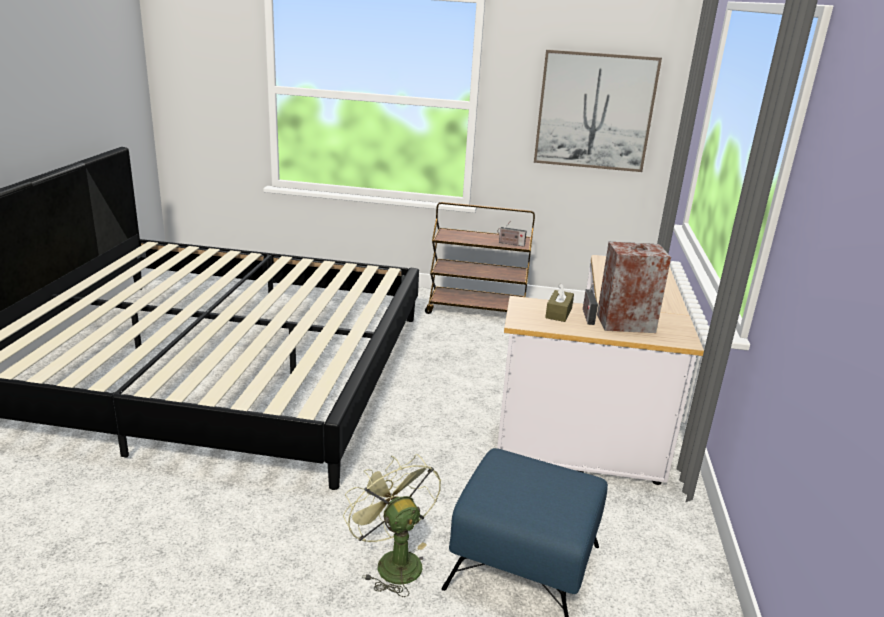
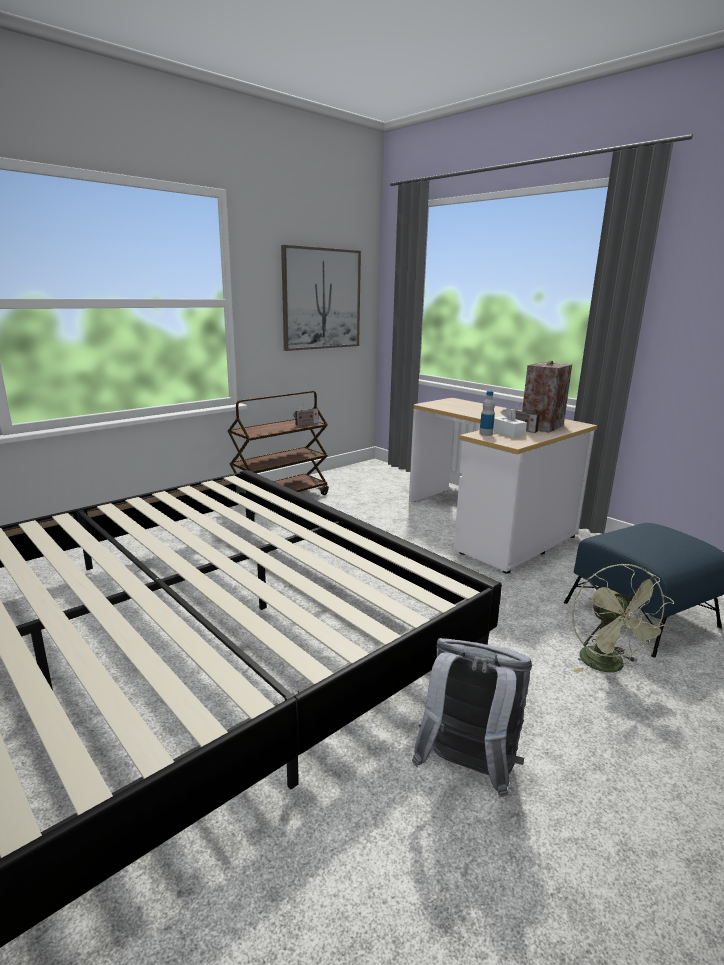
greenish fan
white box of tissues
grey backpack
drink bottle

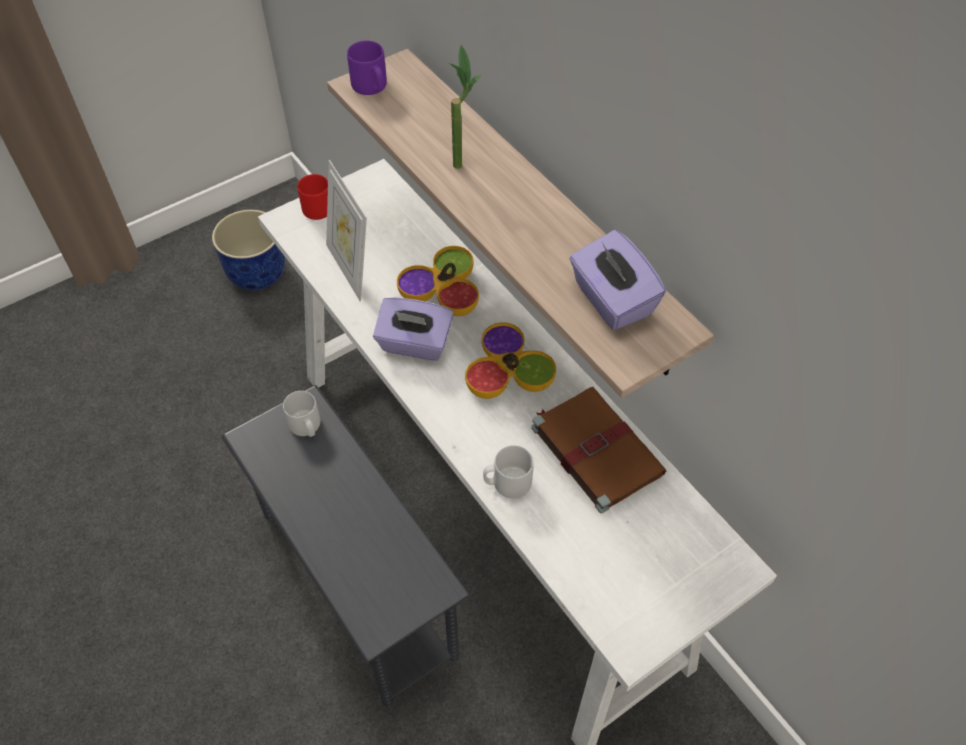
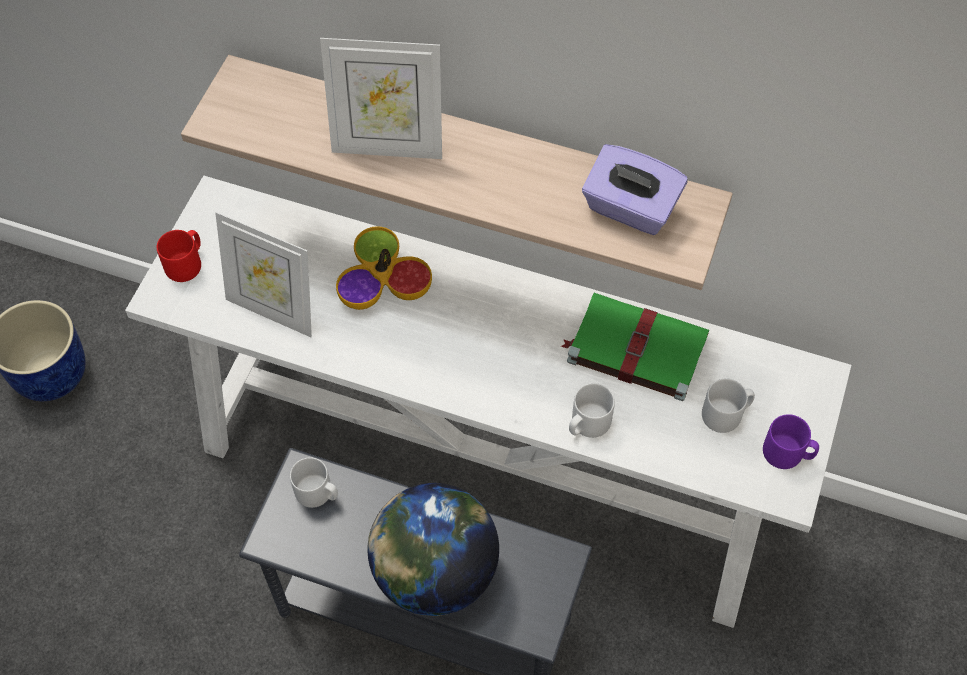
purple tea mug
purple box of tissues (1st from left in the first image)
photo frame (2nd from left)
bowl (2nd from left in the first image)
greenish volume
world globe
grey tea mug (3rd from left)

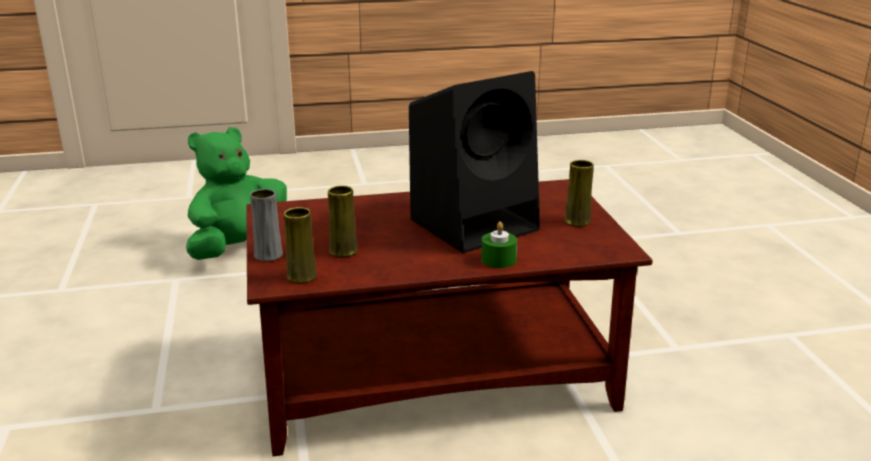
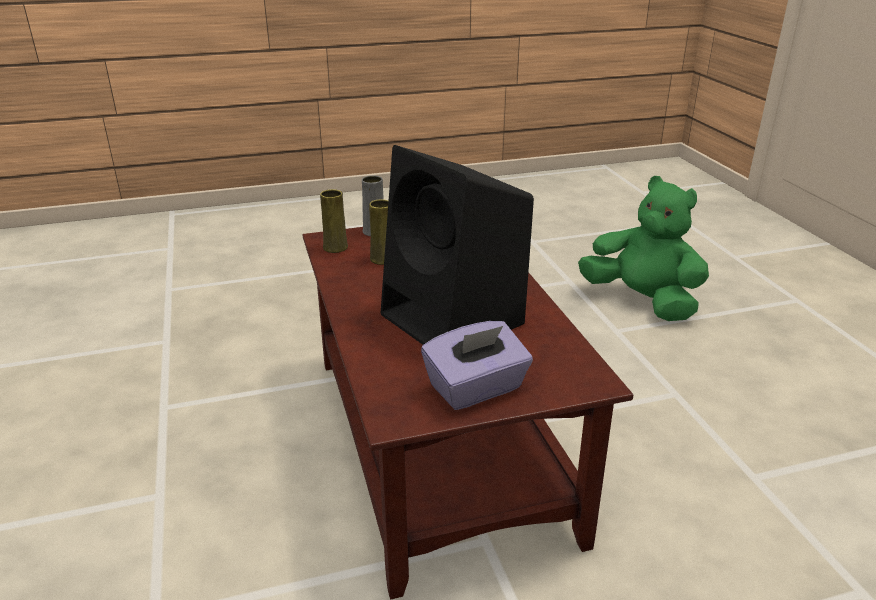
greenish candle
purple box of tissues

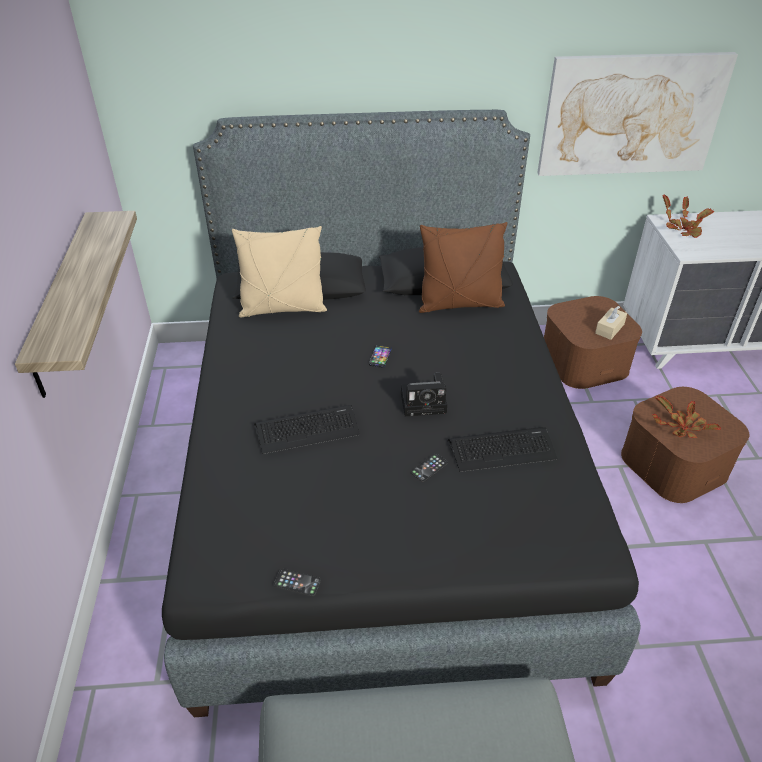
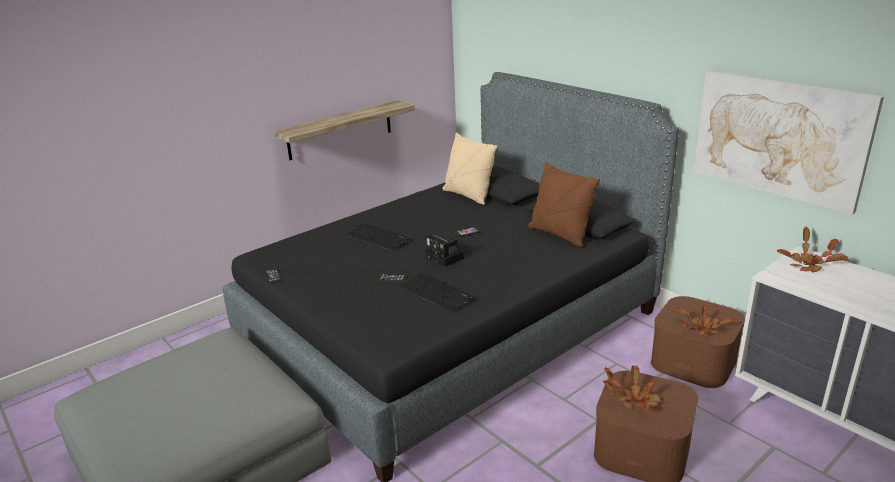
plant in a pot (2nd from left)

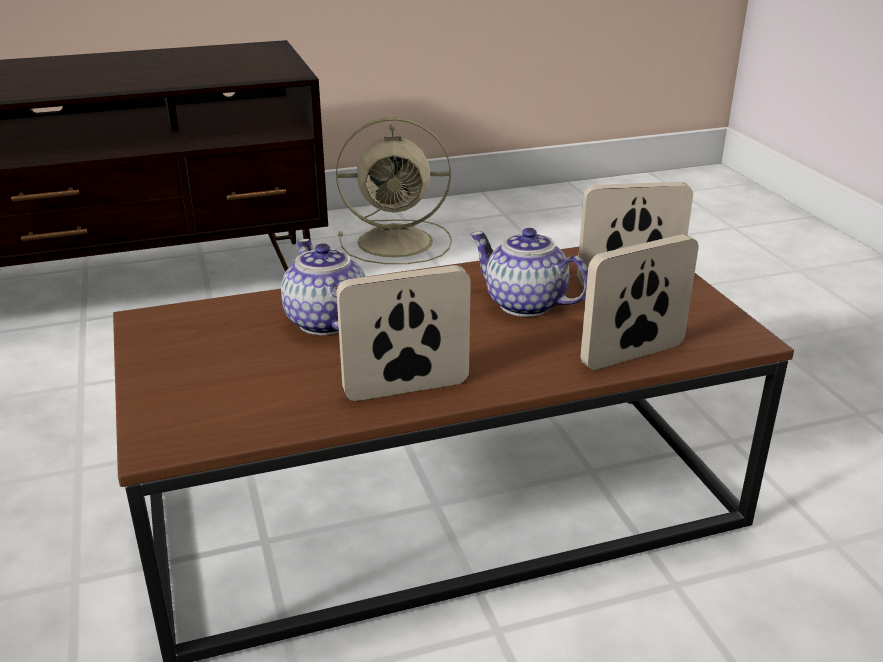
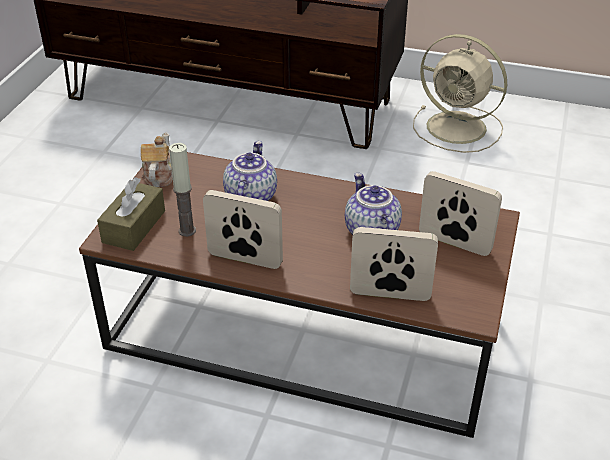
brown box of tissues
pot for tea (1st from left)
candle

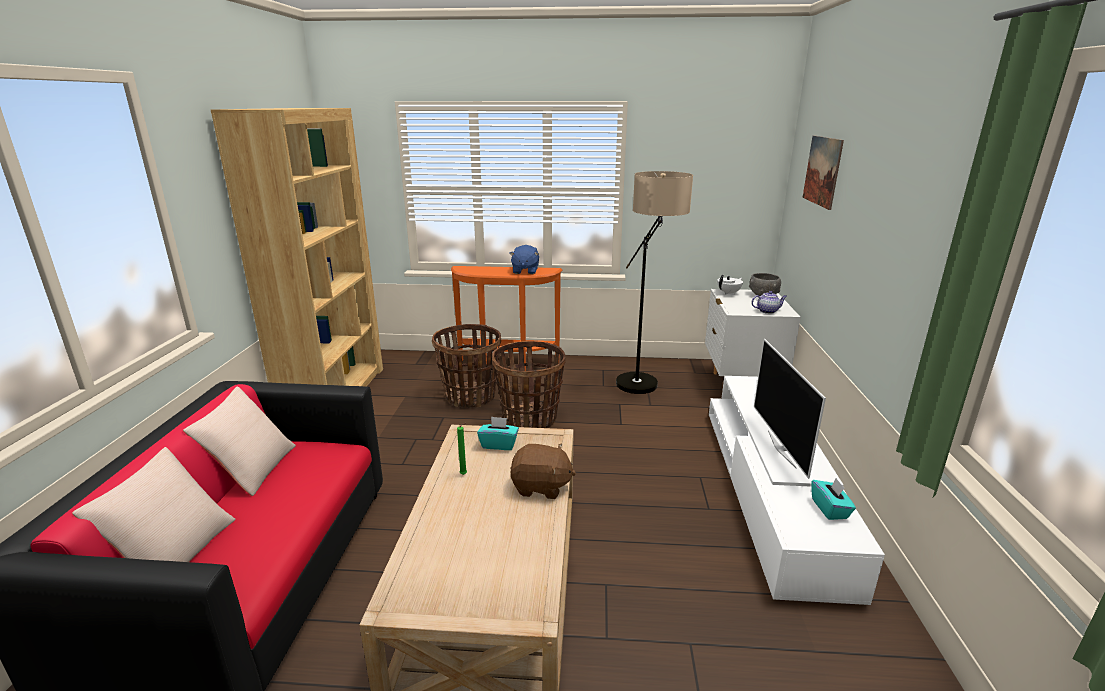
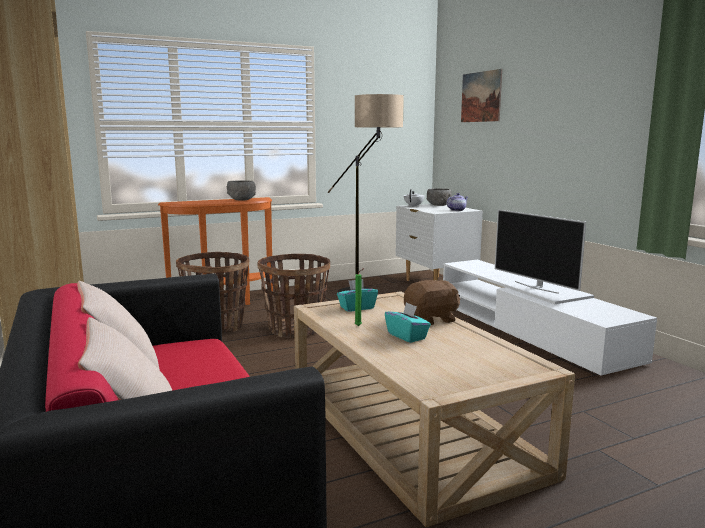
grey bowl (1st from left)
turquoise-coloured box of tissues (2nd from left)

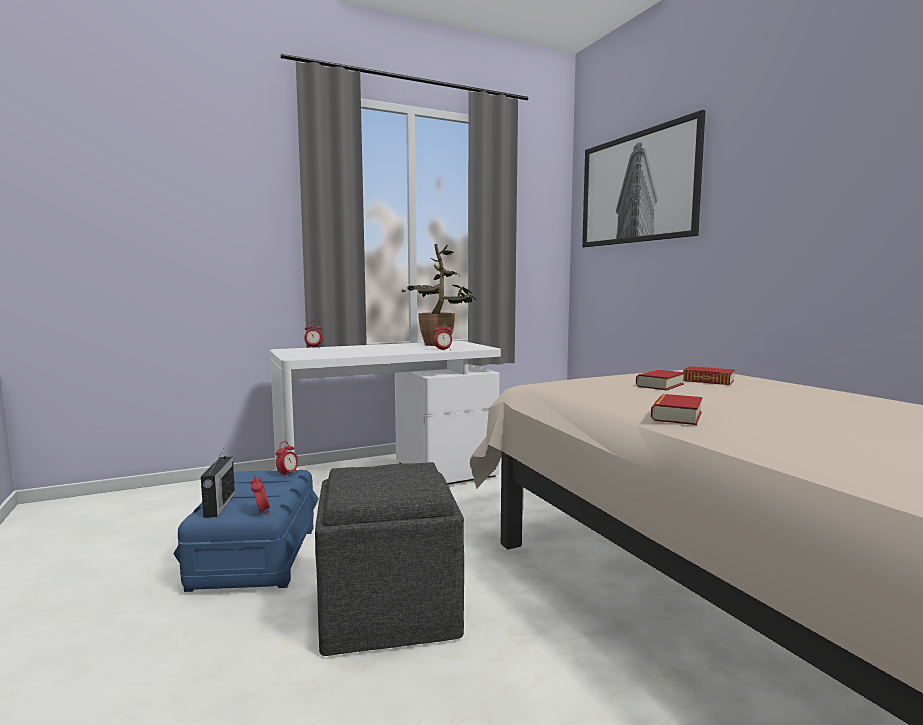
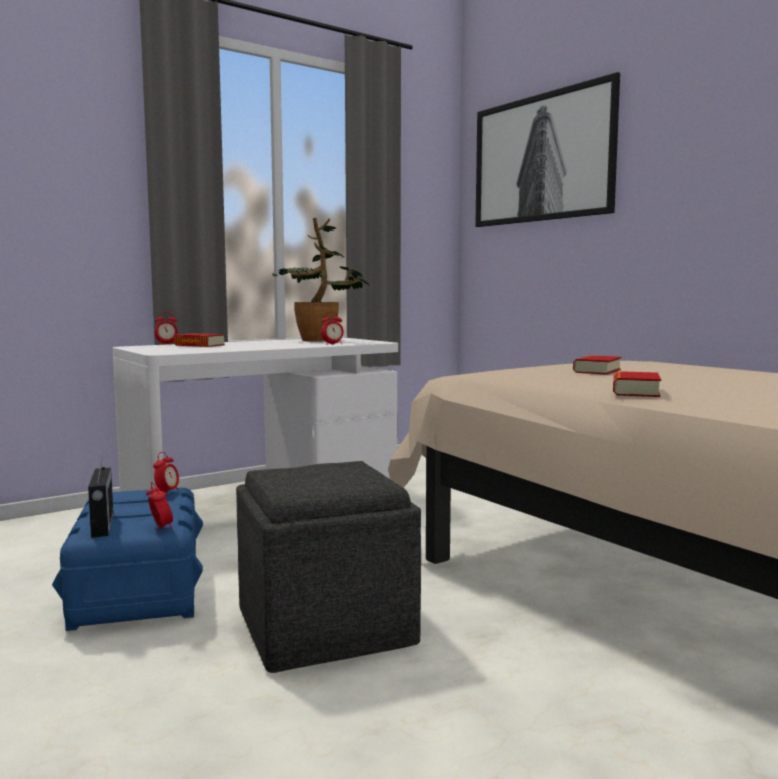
volume (1st from left)

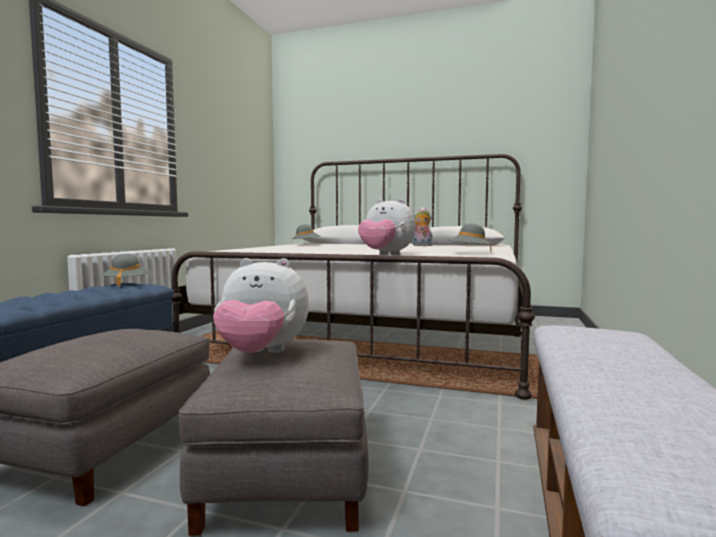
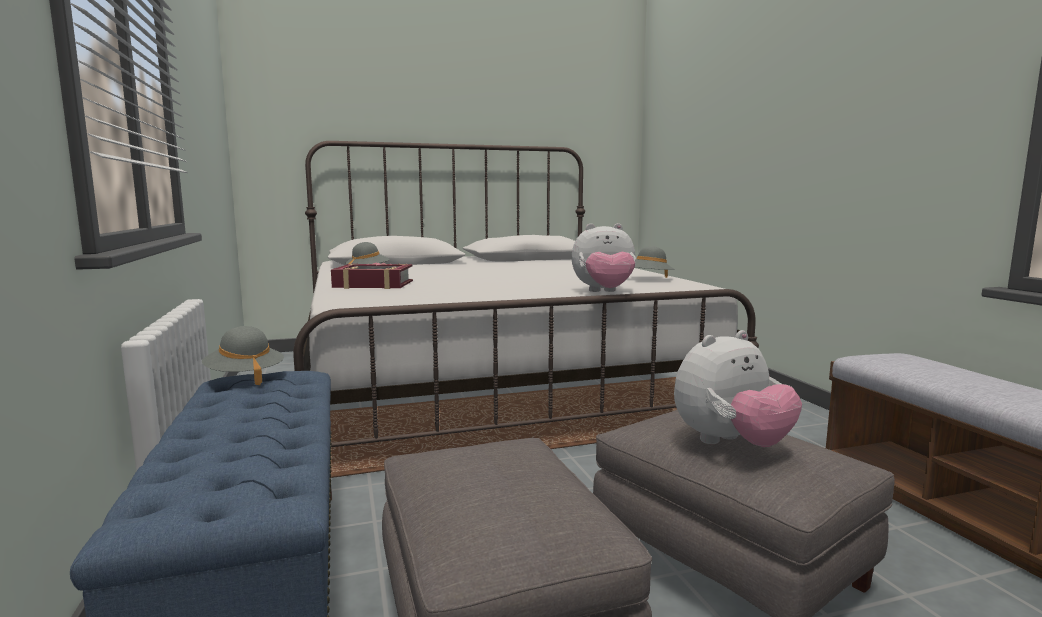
plush toy (3rd from left in the first image)
volume

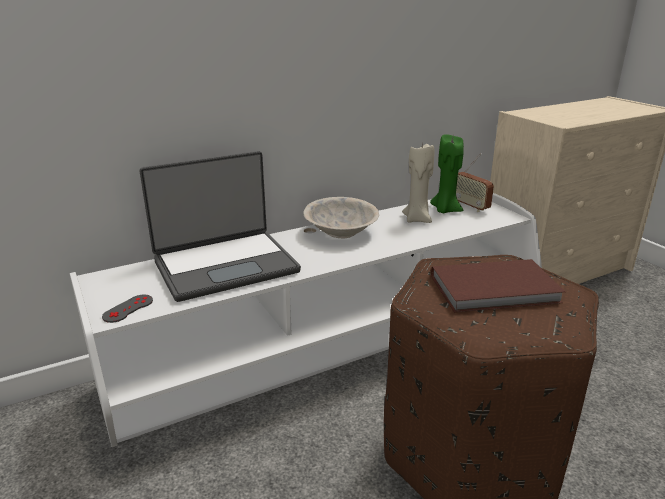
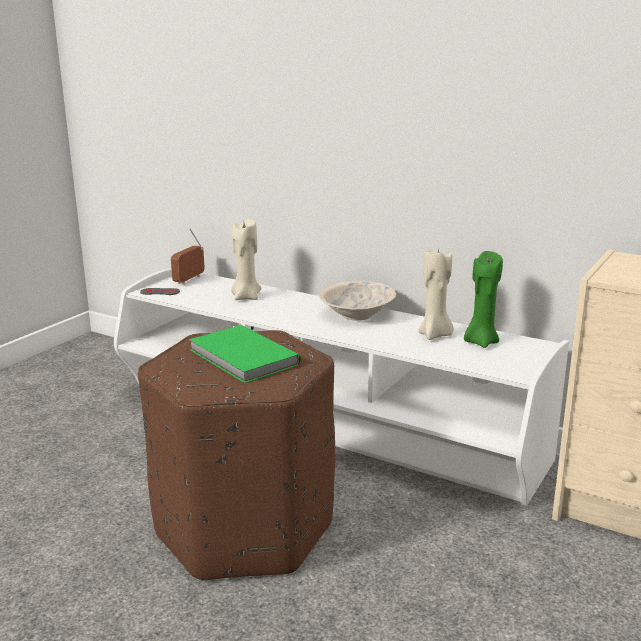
sand-coloured candle (1st from left)
greenish volume
radio set

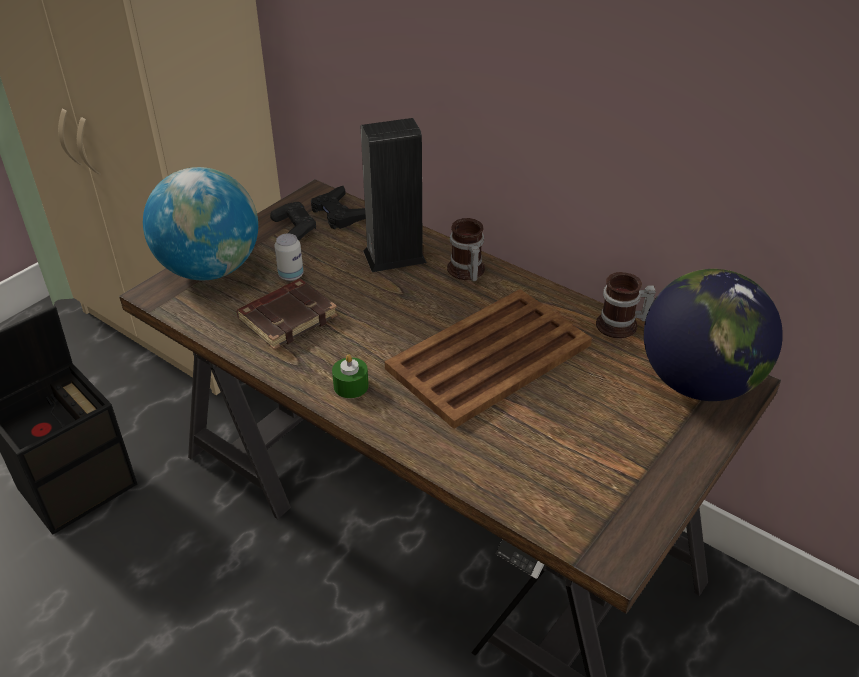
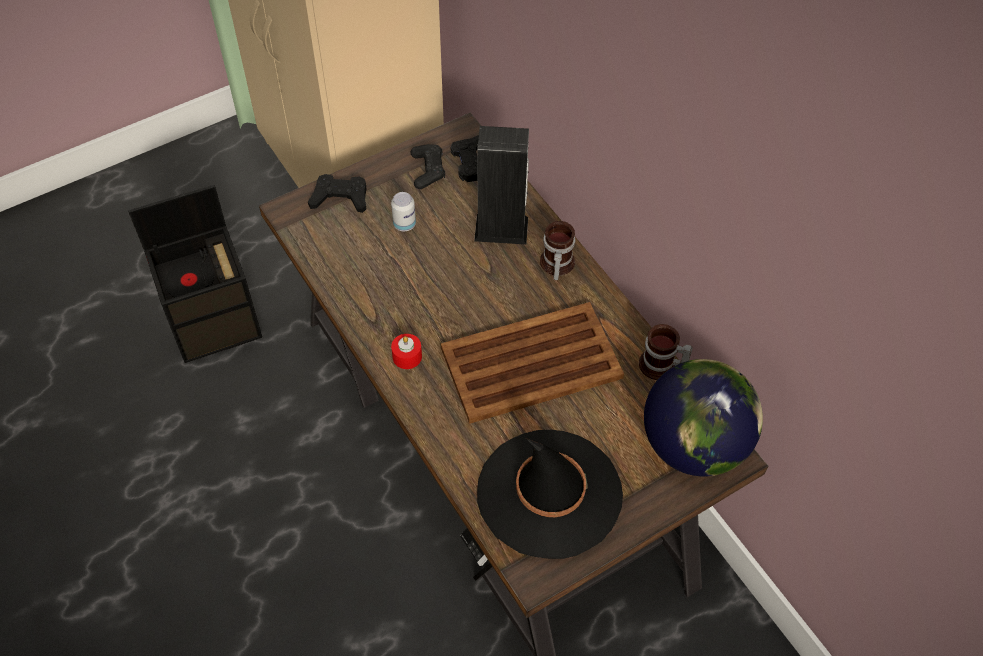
black joypad (1st from left)
brown volume
reddish candle
black hat

